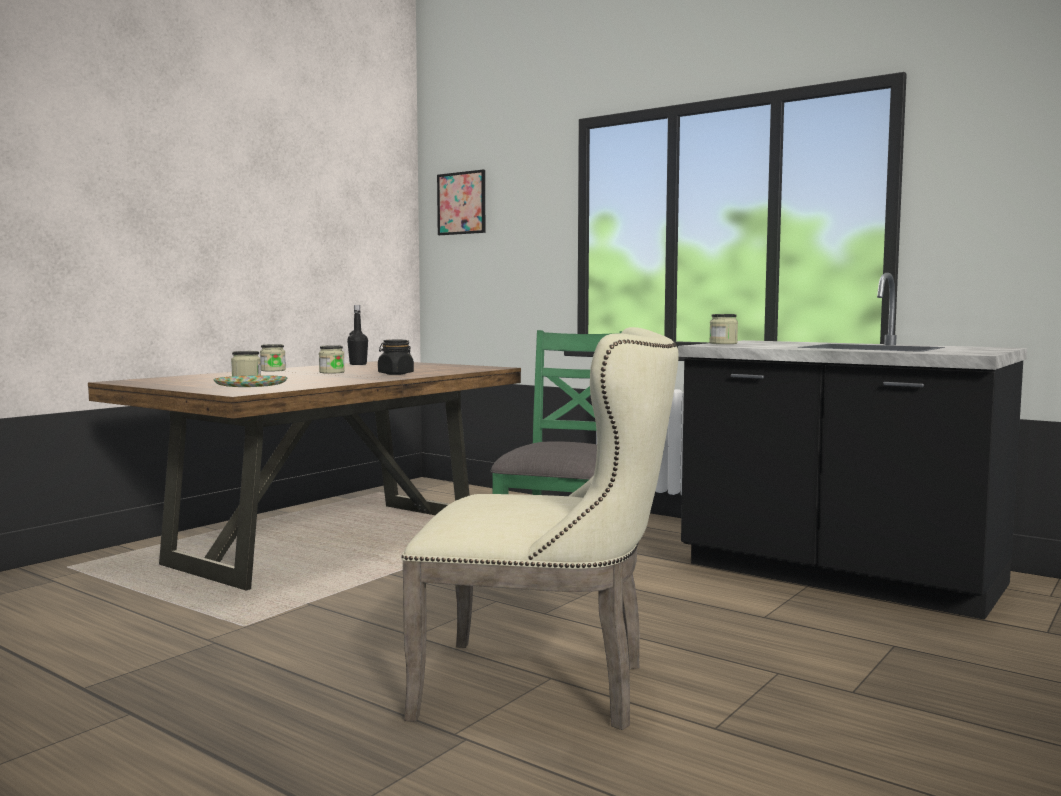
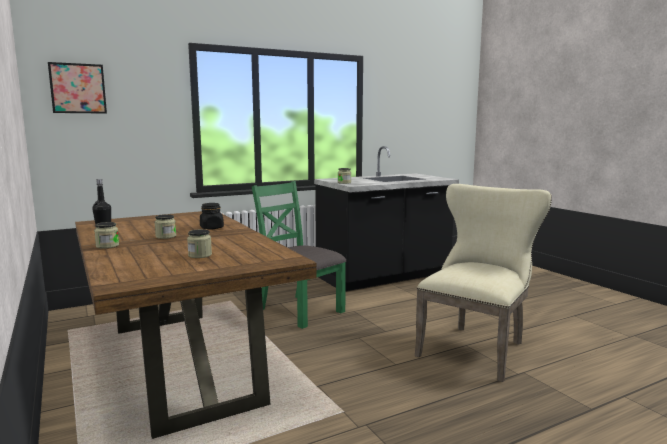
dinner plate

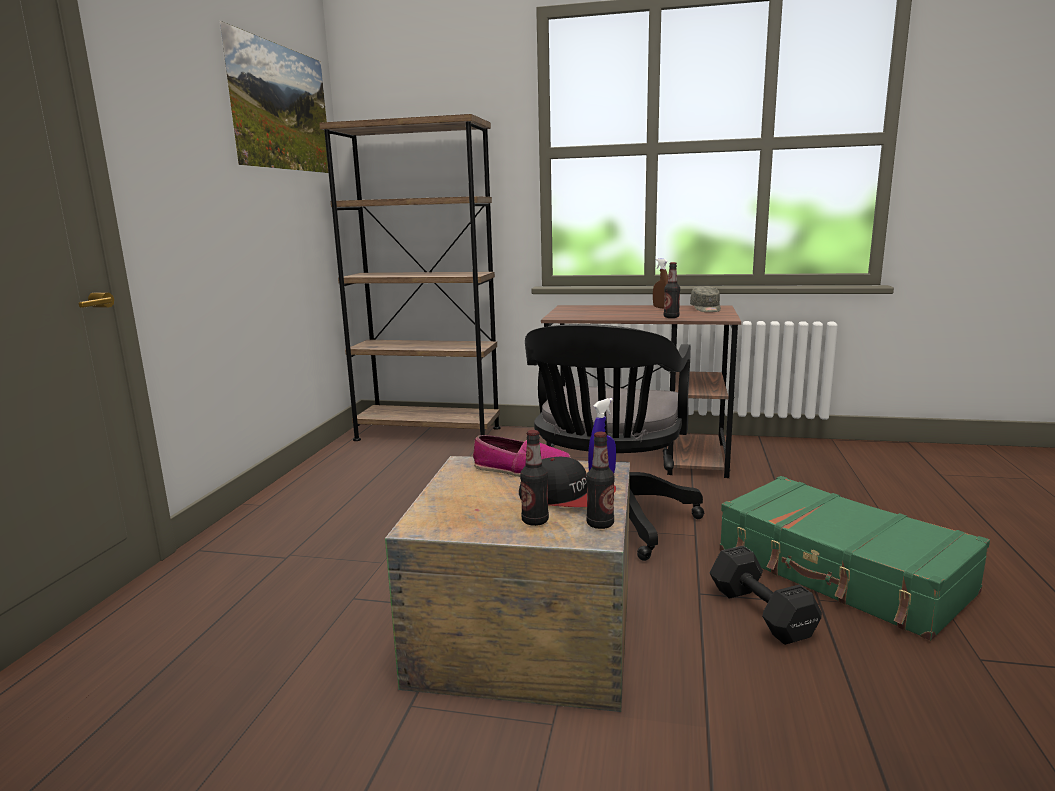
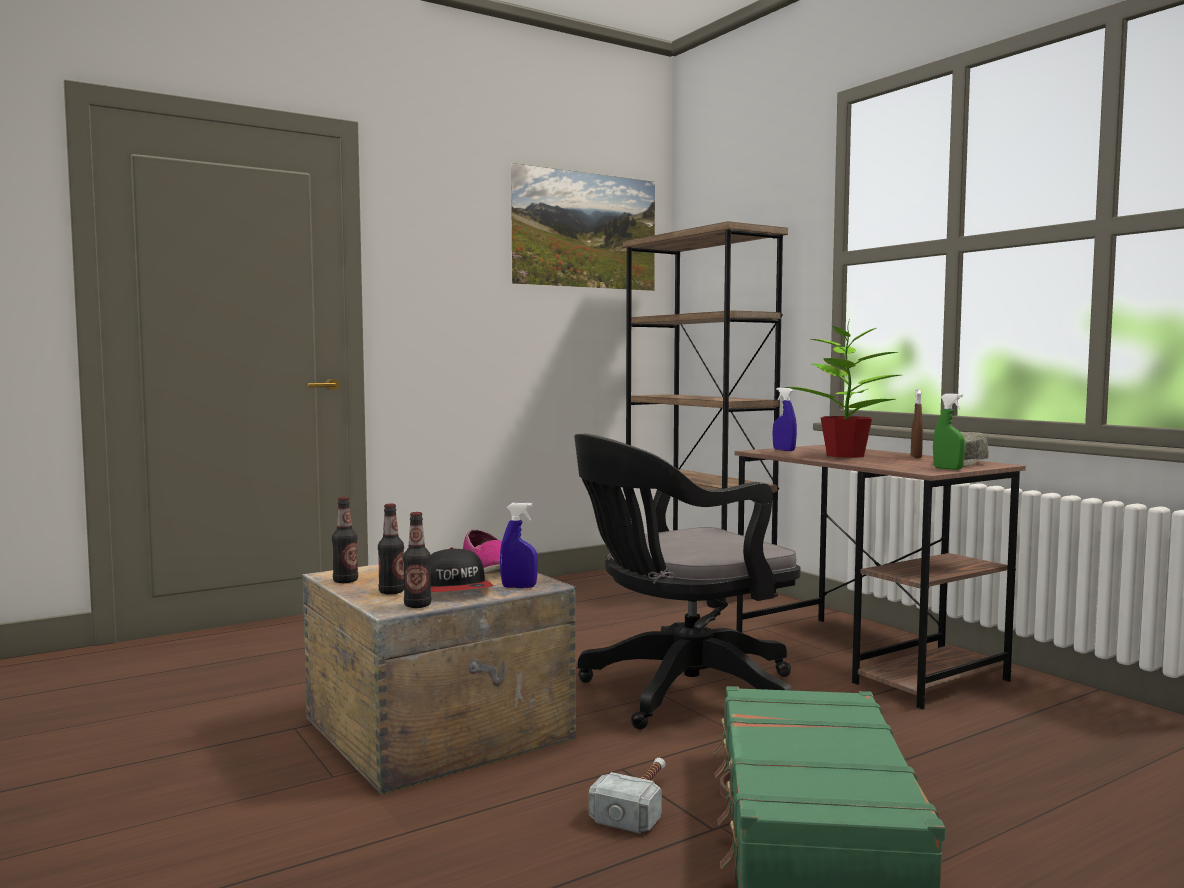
drink bottle (1st from left)
hand hammer
blue-coloured sprayer (2nd from left)
plant in a pot
greenish sprayer

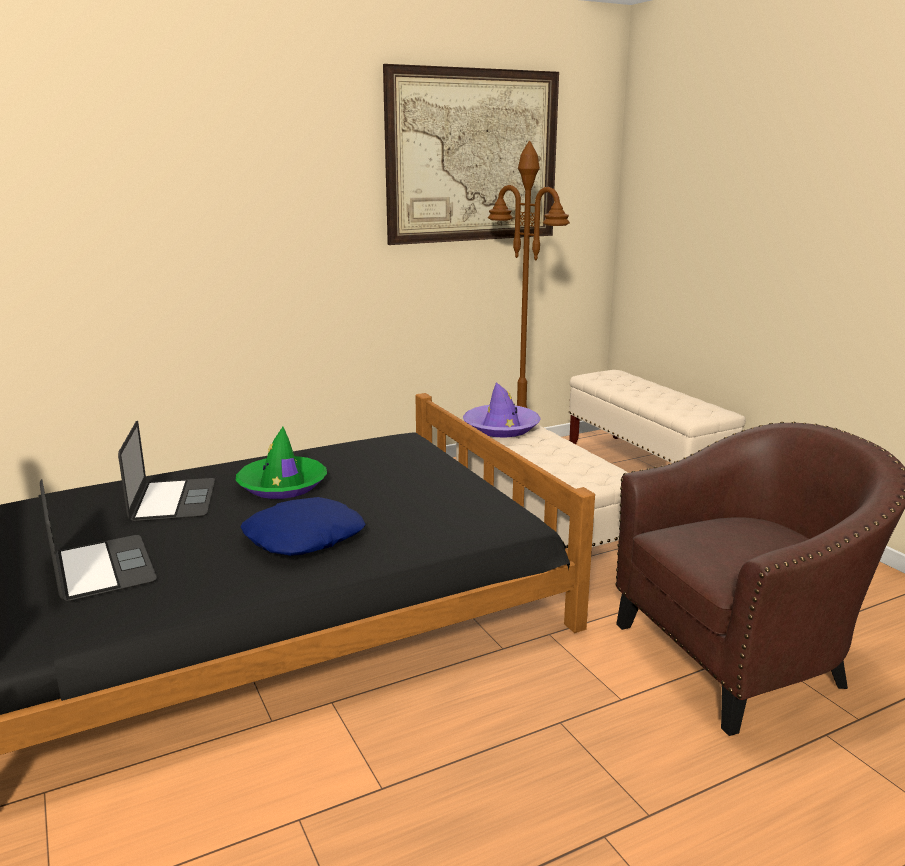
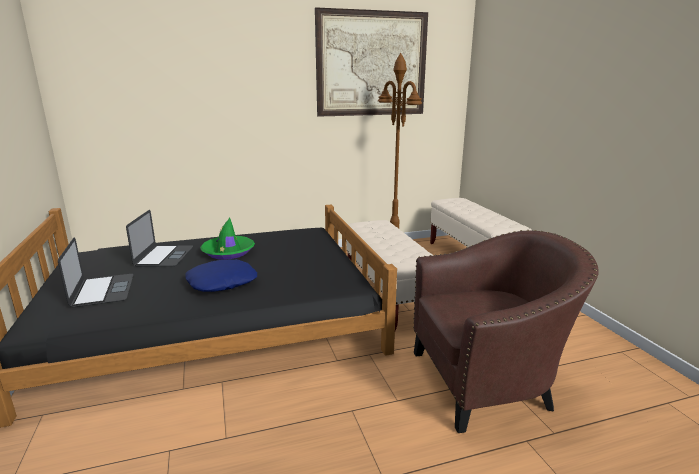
purple hat

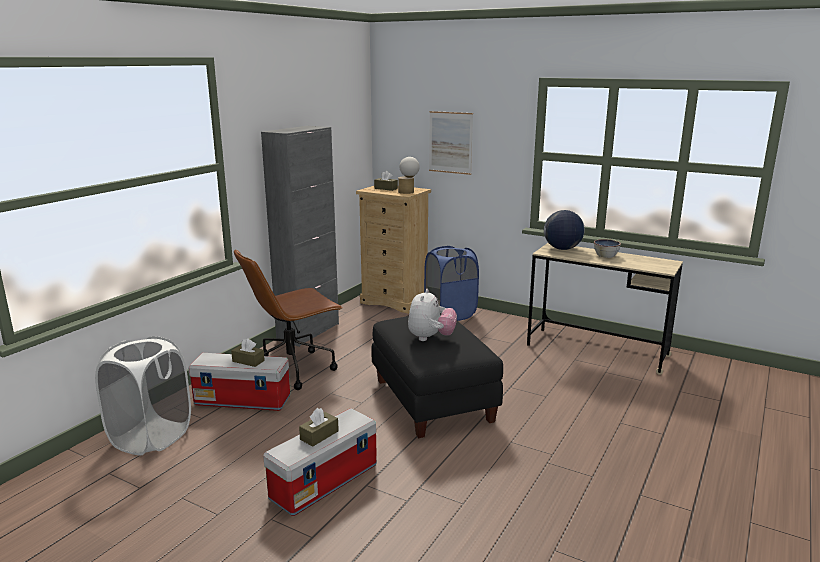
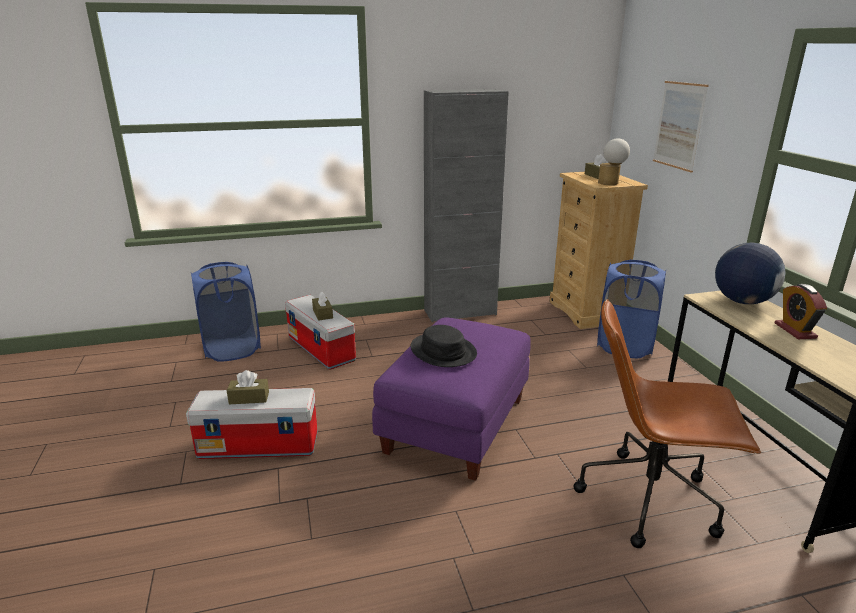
blue-coloured hamper (1st from left)
brown computer chair
purple ottoman
black hat
table clock

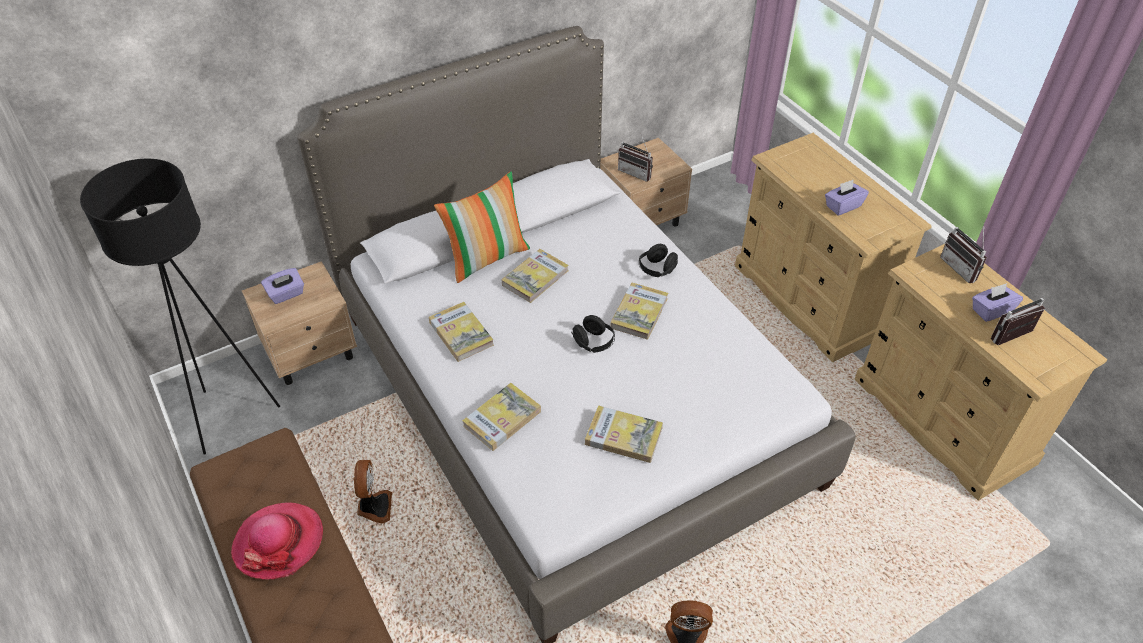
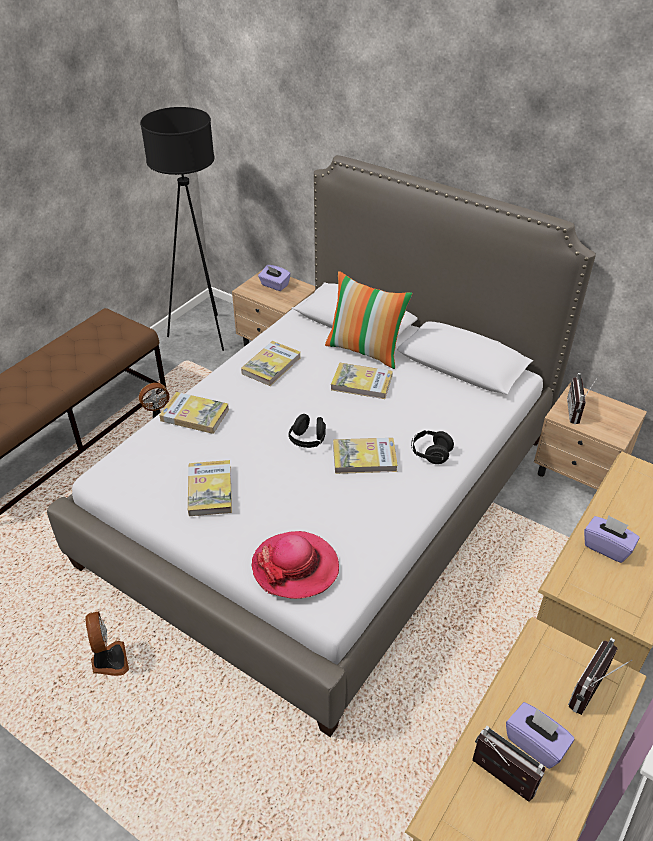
hat

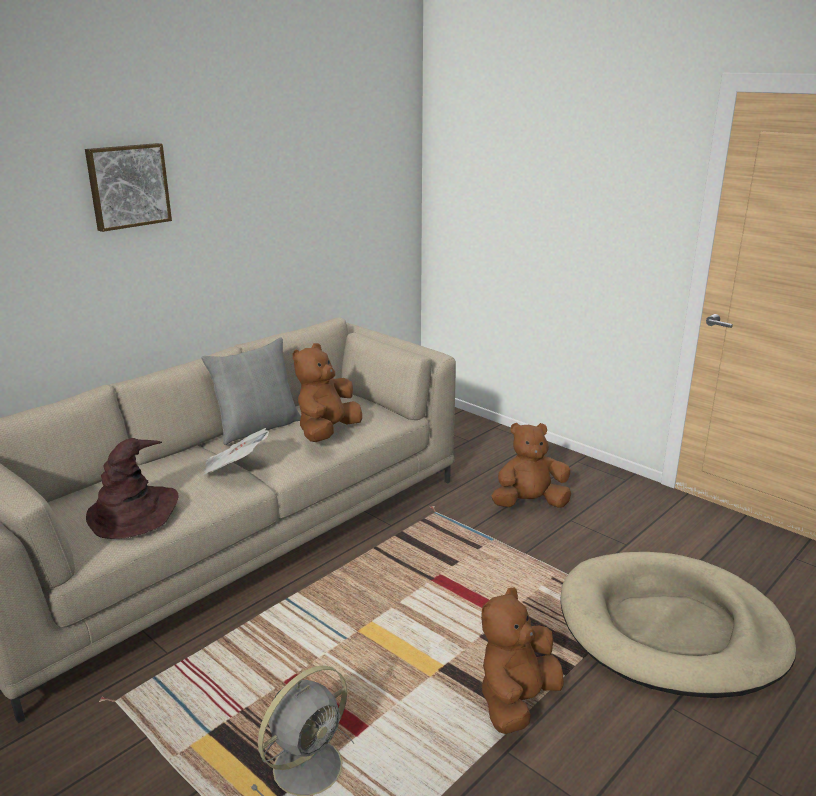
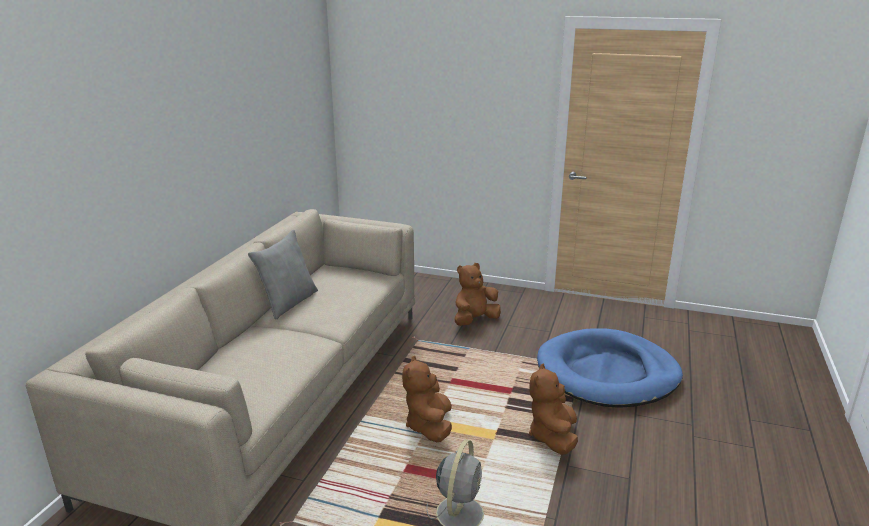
wall picture
brown hat
newspaper
brown plush toy (1st from left)
blue-coloured dog bed

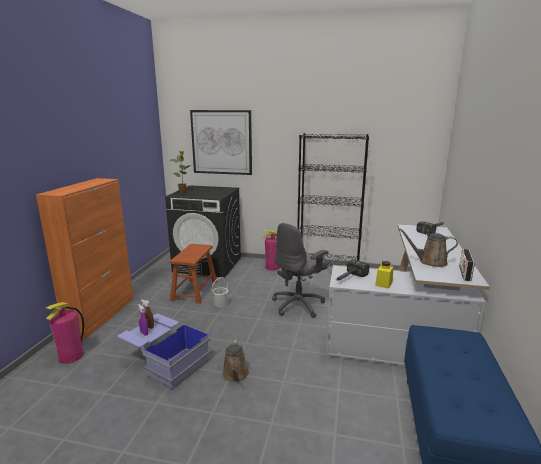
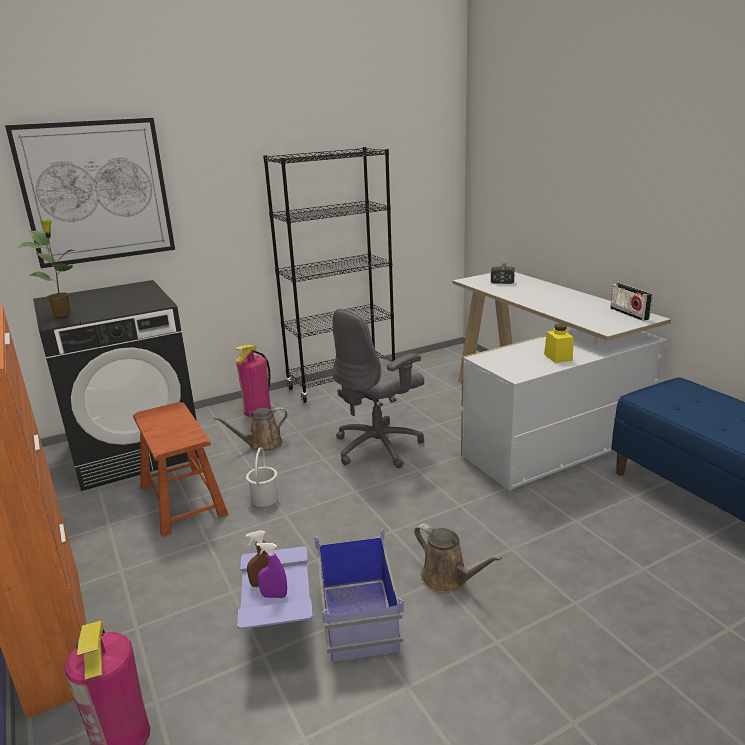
grey computer chair
hand hammer (1st from left in the first image)
brown watering can (1st from left)

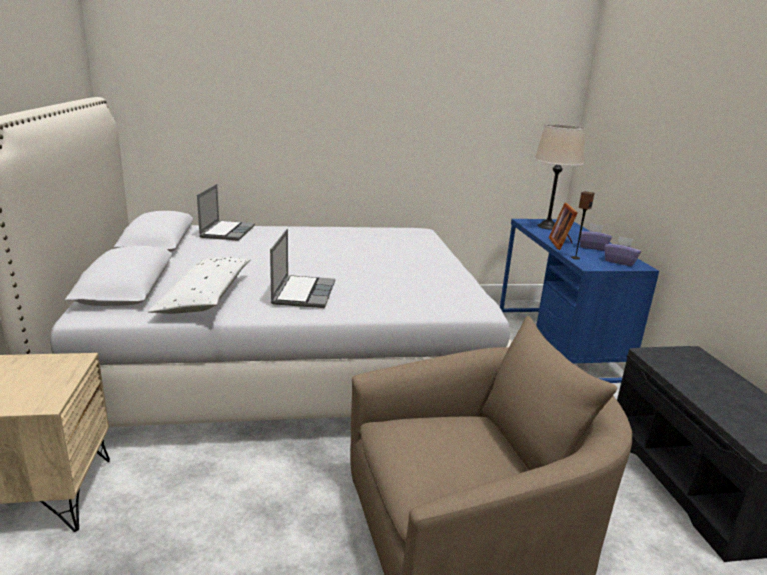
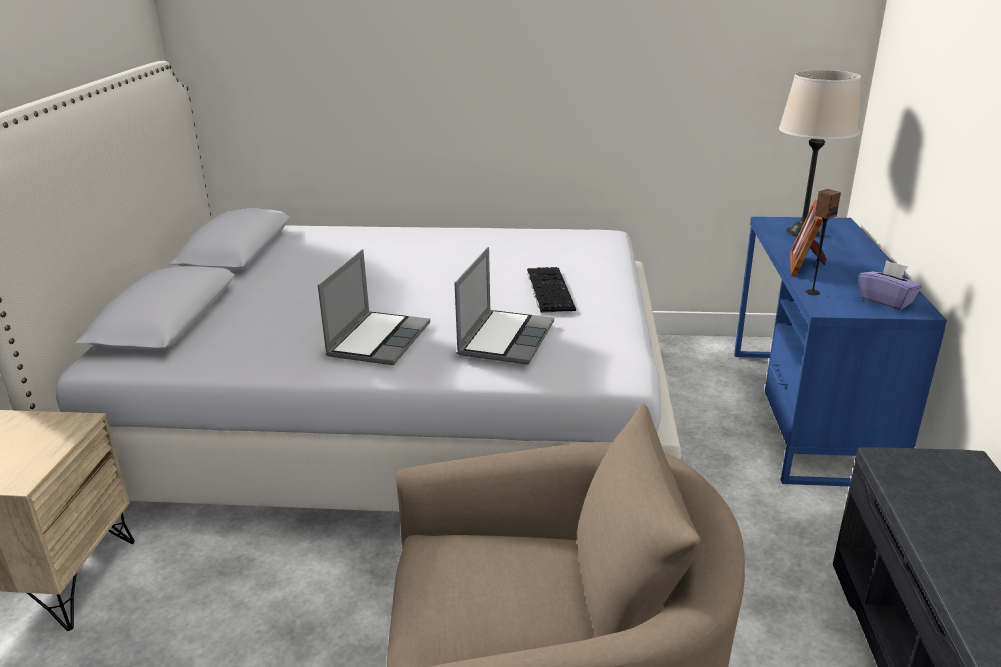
white throw pillow
laptop (2nd from left)
purple box of tissues (1st from left in the first image)
computer keyboard

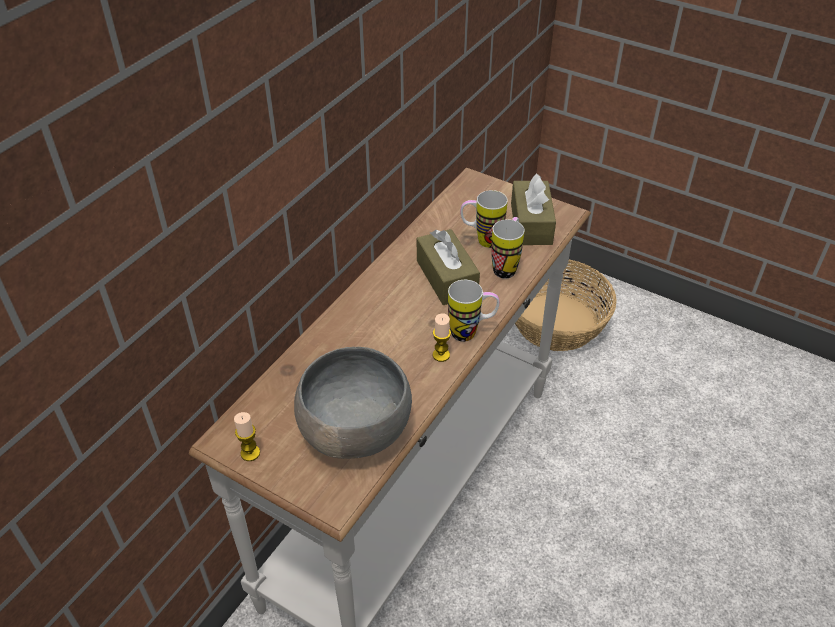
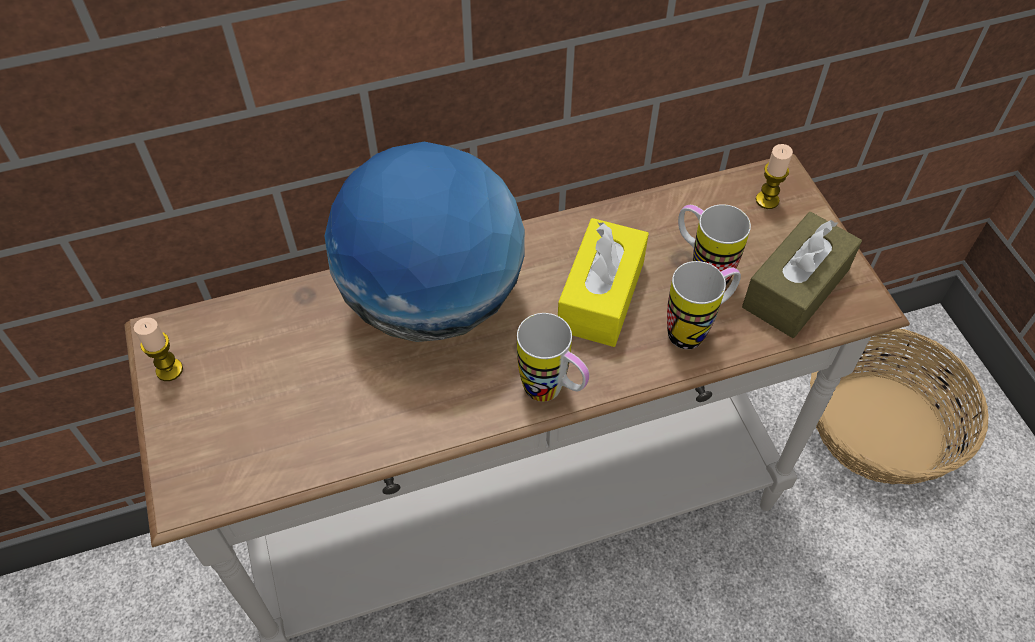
grey bowl
yellowish box of tissues
candle (2nd from left)
world globe

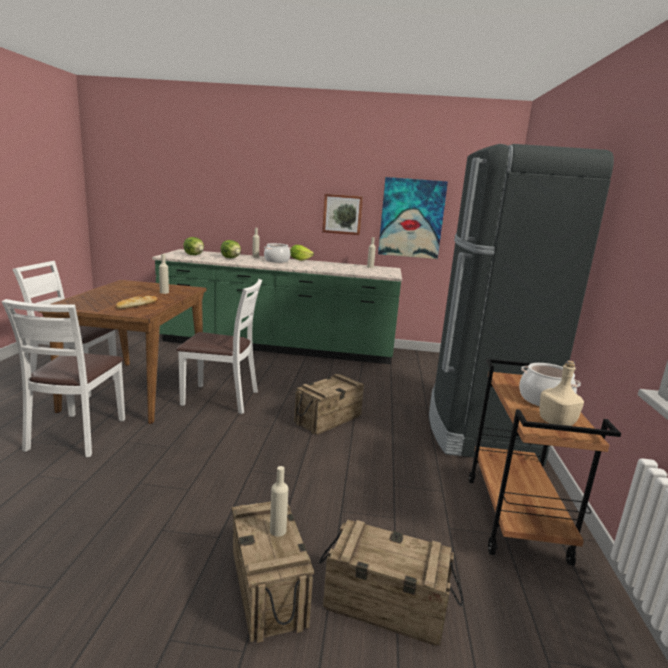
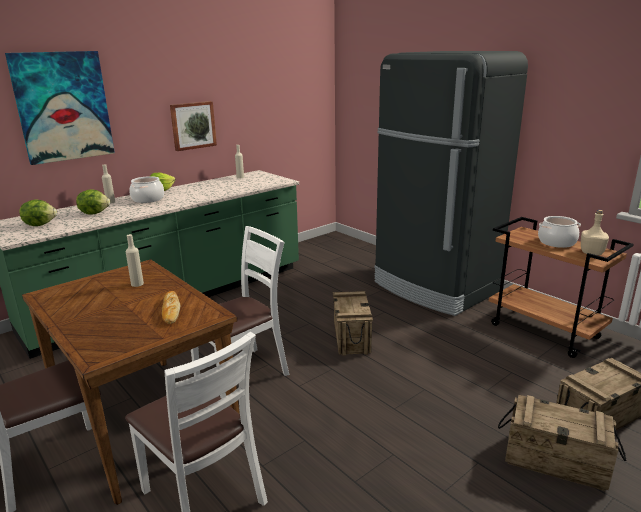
sand-coloured drink bottle (3rd from left in the first image)
wall picture (1st from left)

